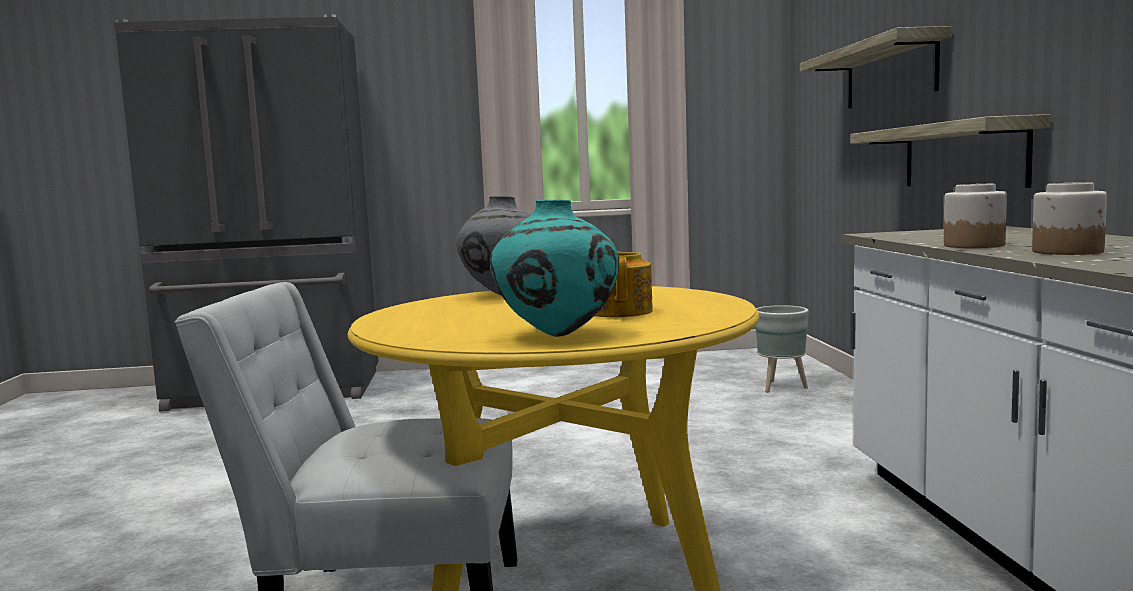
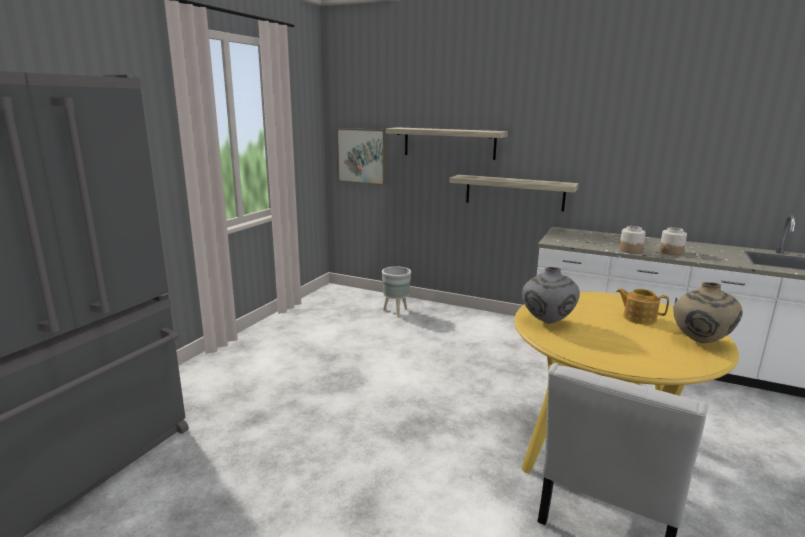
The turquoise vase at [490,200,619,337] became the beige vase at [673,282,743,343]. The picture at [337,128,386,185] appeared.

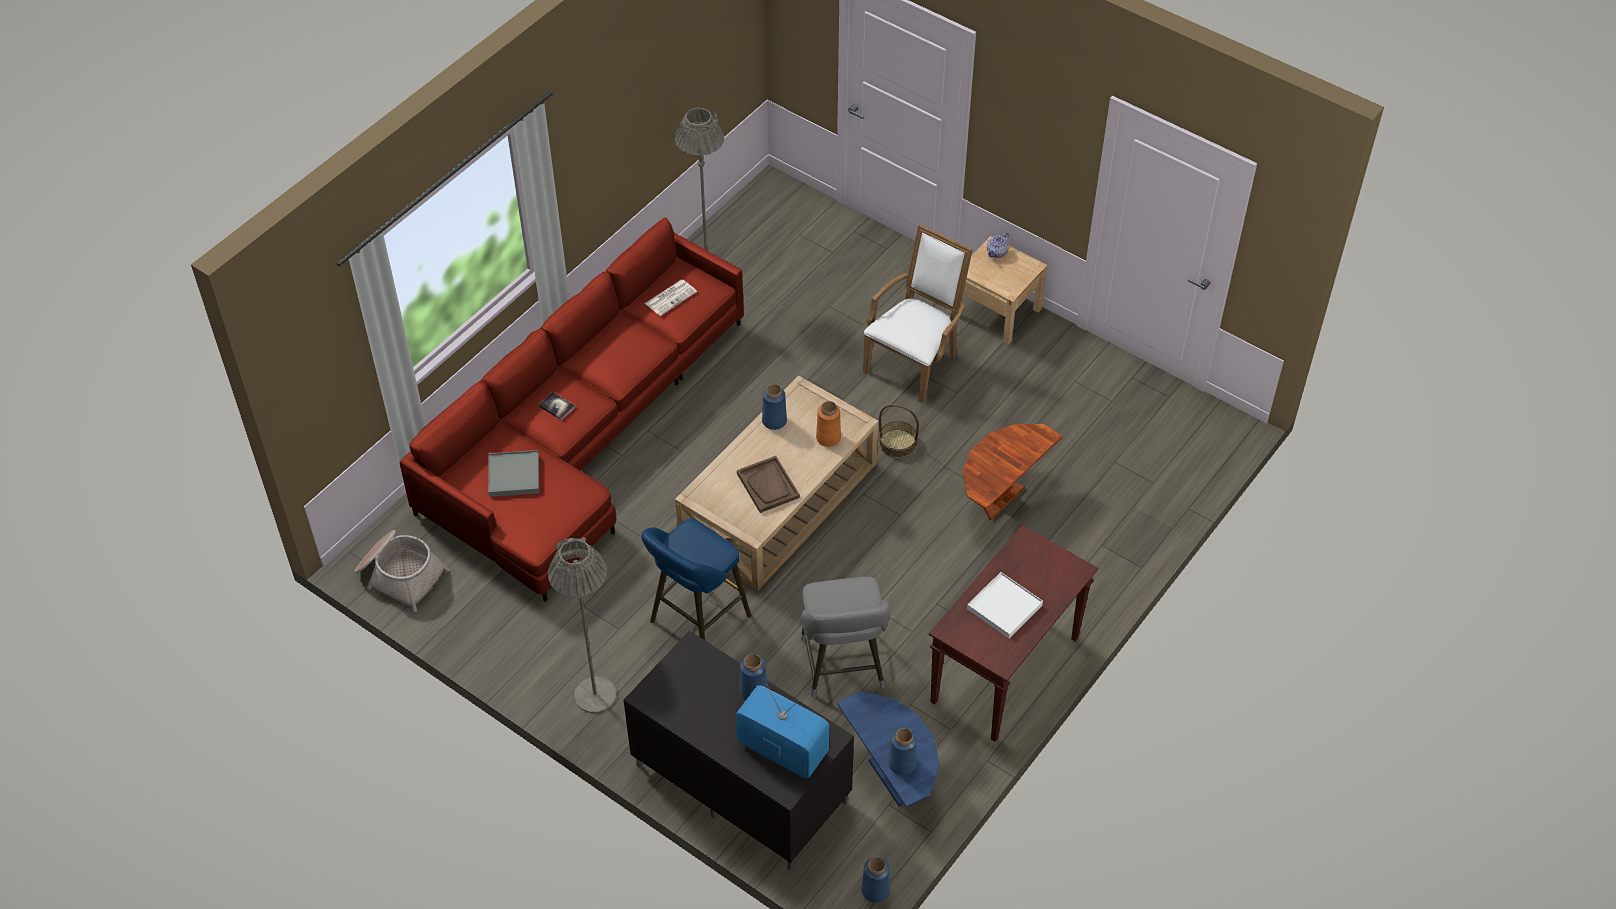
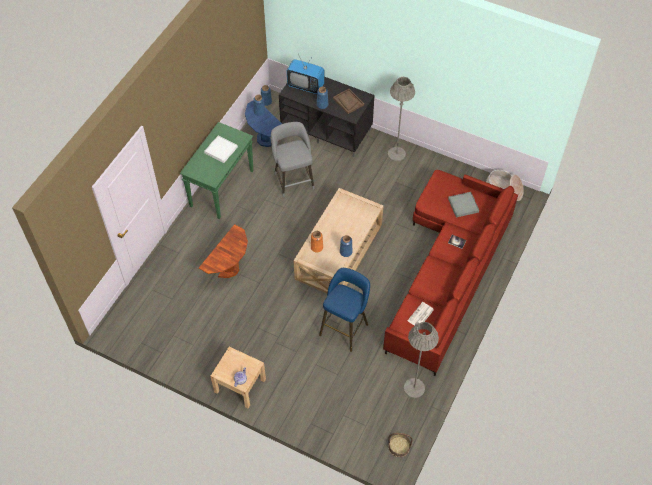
The white armchair at [863,224,973,403] disappeared. The basket moved from [879,404,919,458] to [388,433,413,457]. The brown tray moved from [737,456,800,513] to [333,89,364,114]. The blue stool moved from [641,518,751,640] to [319,268,370,352]. The brown console table at [929,525,1098,742] became the green console table at [180,122,253,219].

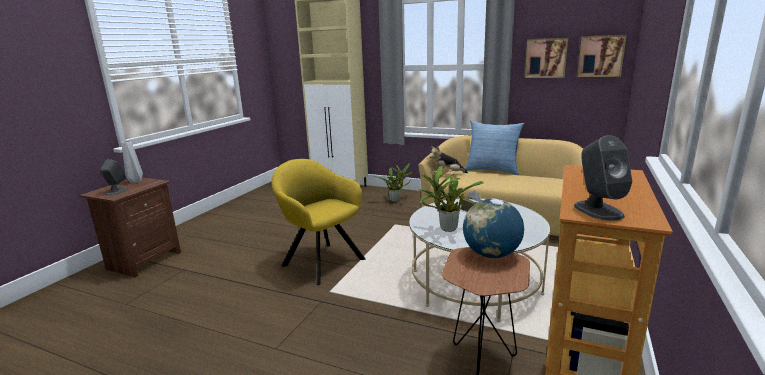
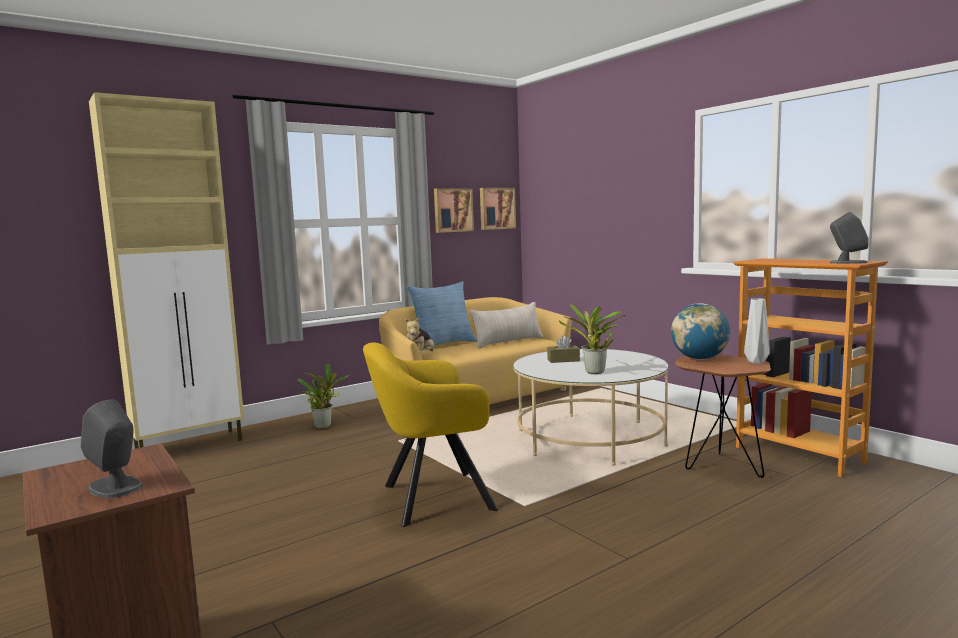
The grey vase moved from [121,141,143,183] to [744,298,770,364]. The beige pillow at [470,302,543,349] appeared.

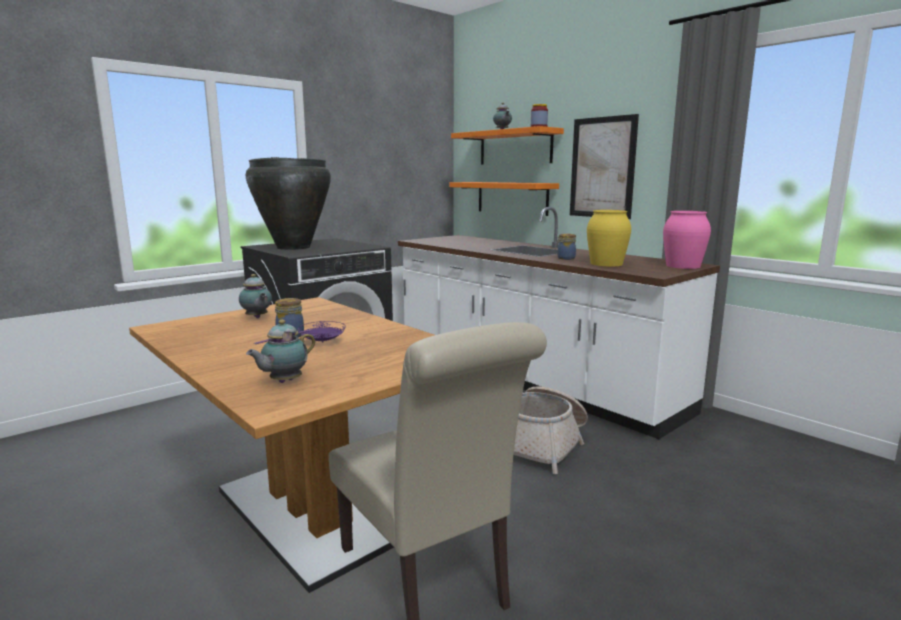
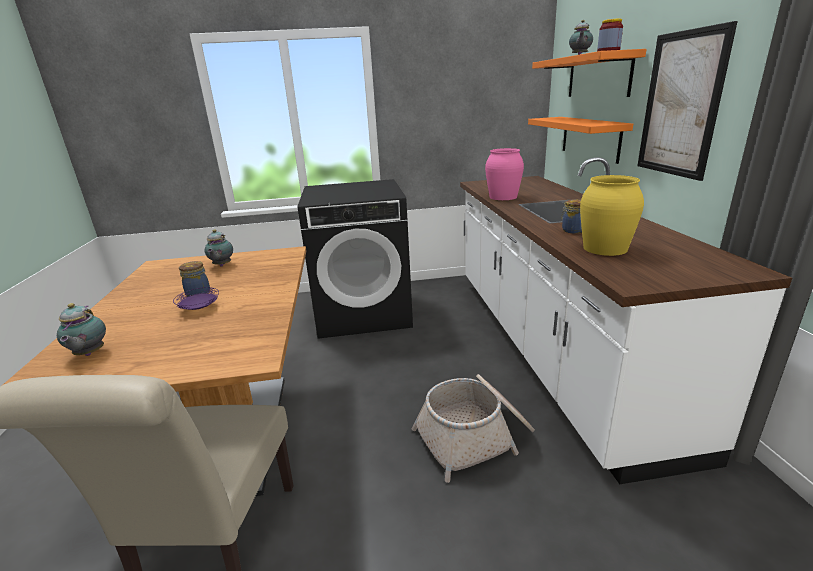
The black vase at [246,157,331,250] disappeared. The pink vase moved from [663,211,711,269] to [485,148,524,200]. The teapot at [246,320,315,383] turned 90 degrees counterclockwise.

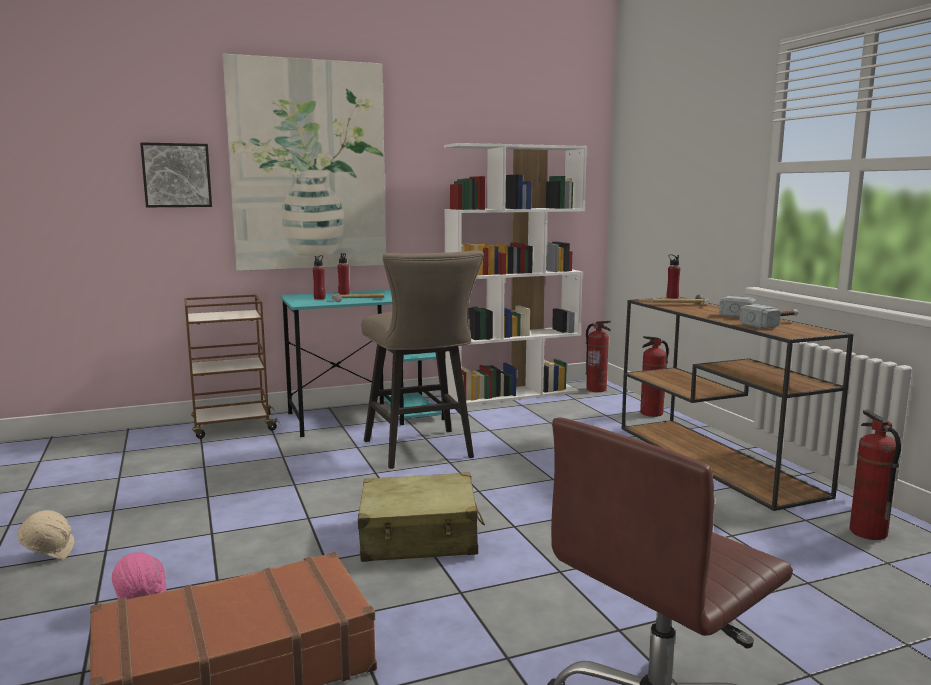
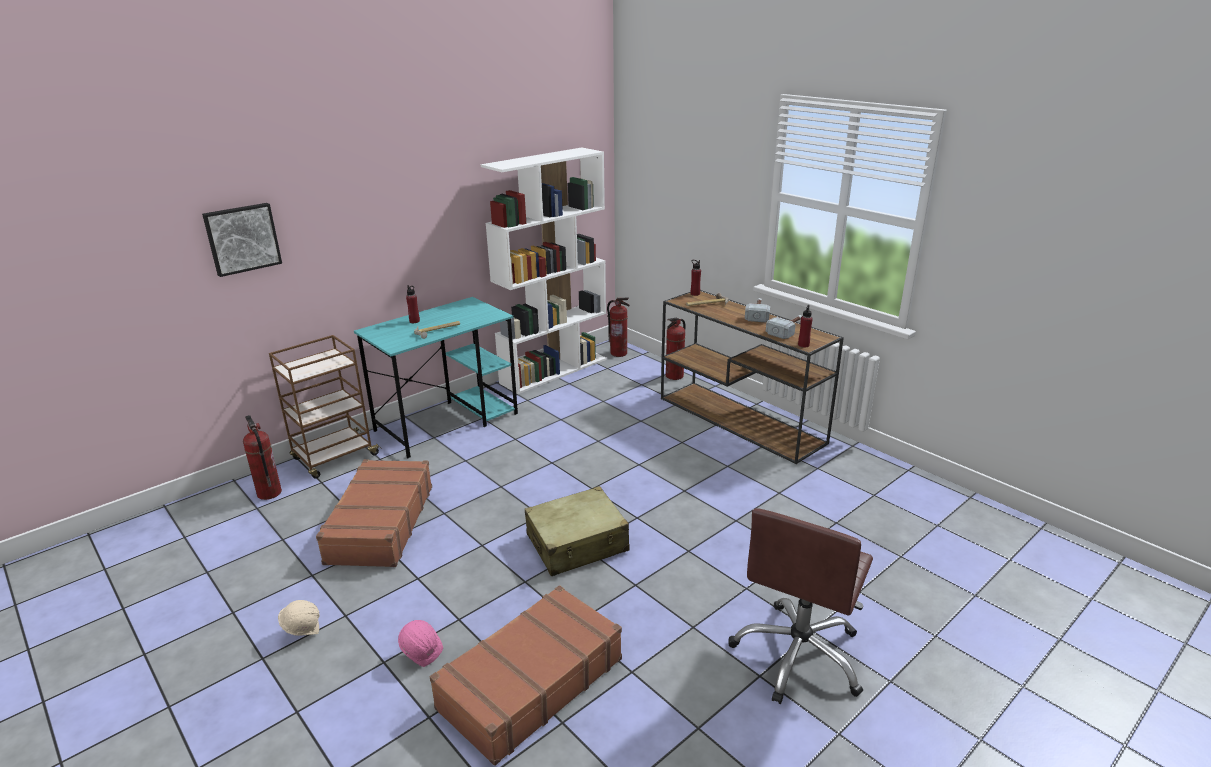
The picture at [222,54,386,271] disappeared. The beige stool at [361,250,484,469] disappeared. The red bottle moved from [313,255,326,299] to [798,305,813,348]. The fire extinguisher moved from [849,410,901,540] to [243,415,282,500]. The brown suitcase at [316,459,432,567] appeared.

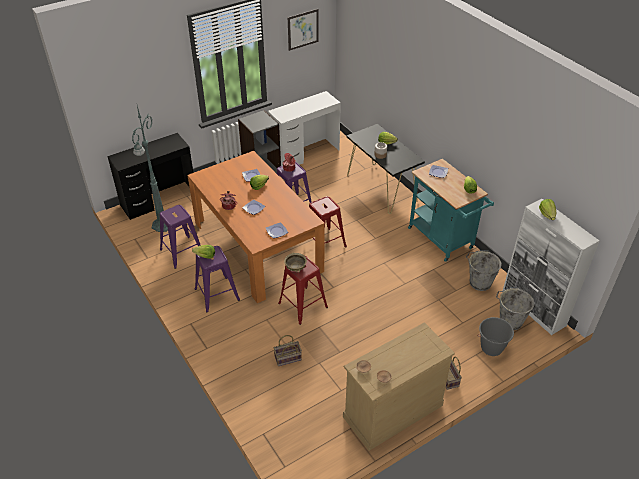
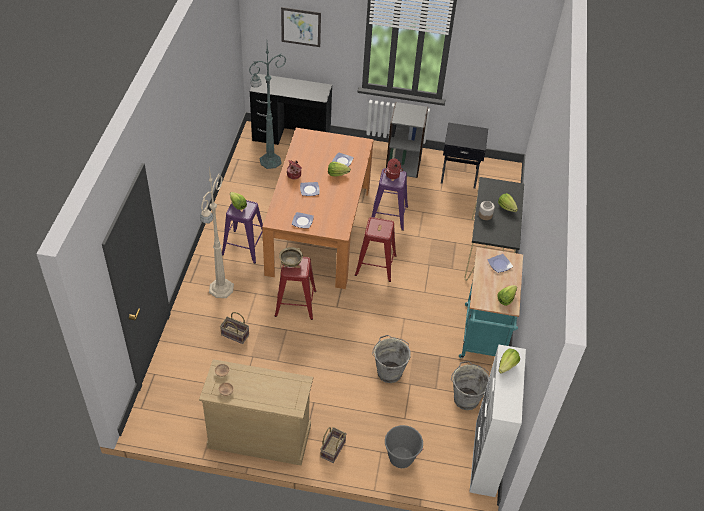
The picture moved from [288,9,318,51] to [281,7,321,47]. The white desk at [268,91,341,166] was replaced by the black nightstand at [441,123,488,189]. The purple stool at [160,205,201,269] disappeared. The grey bucket moved from [496,287,535,330] to [372,335,411,383]. The beige floor lamp at [200,167,234,298] appeared.

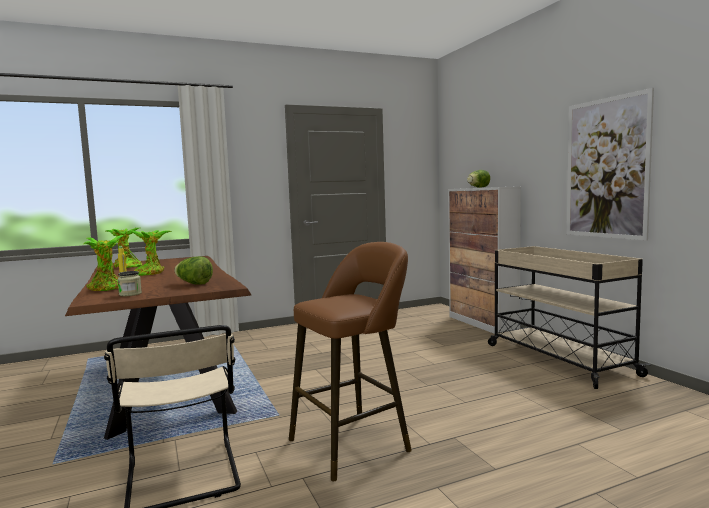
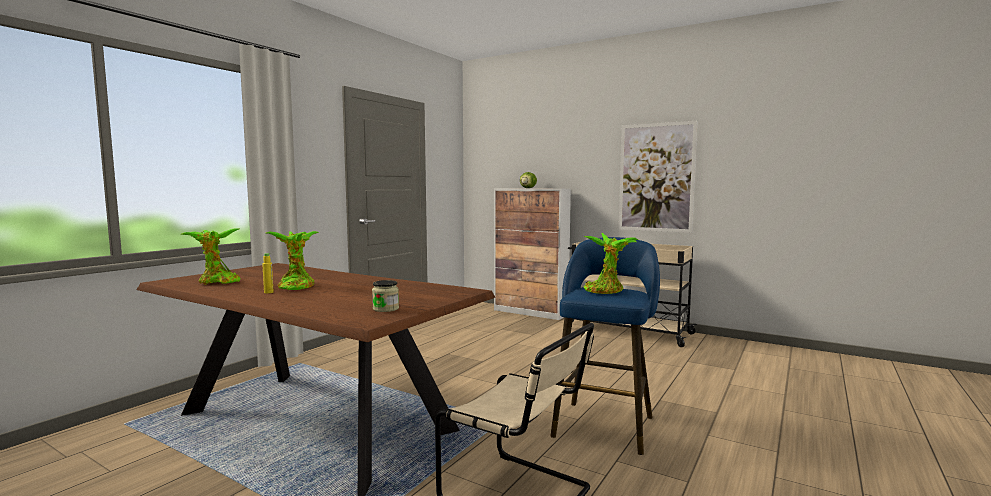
The potted plant moved from [84,235,124,291] to [584,233,638,294]. The brown stool at [289,242,412,481] became the blue stool at [551,237,660,455]. The lettuce at [174,256,213,285] disappeared.

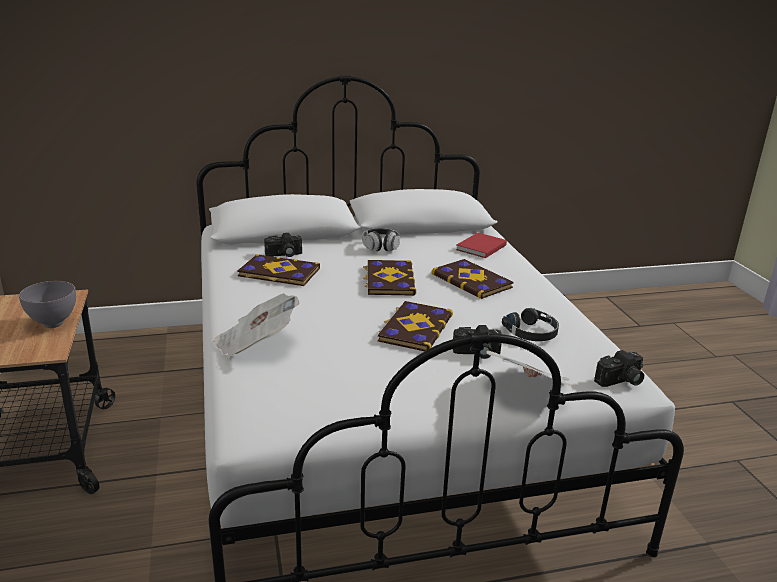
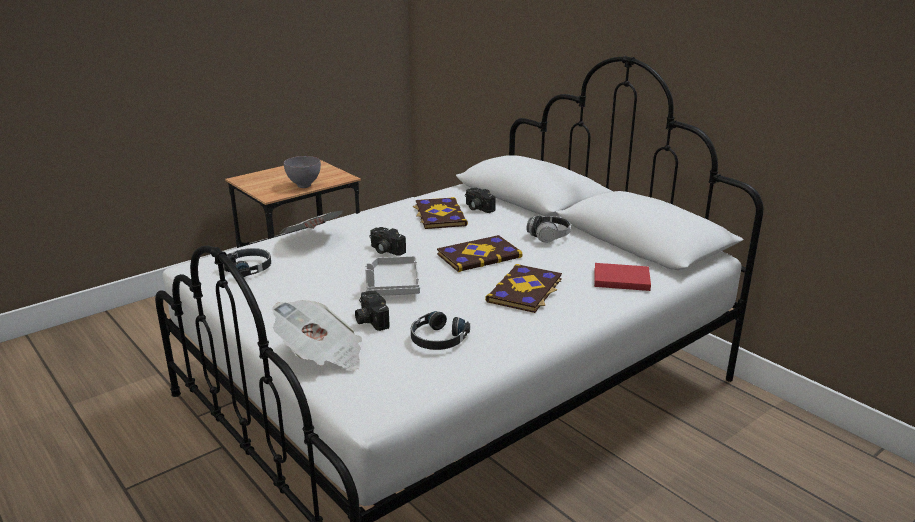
The book at [378,301,453,352] was replaced by the grey tray at [365,256,420,296]. The photo camera moved from [594,350,644,387] to [369,227,406,256]. The black headphones at [223,248,271,277] appeared.

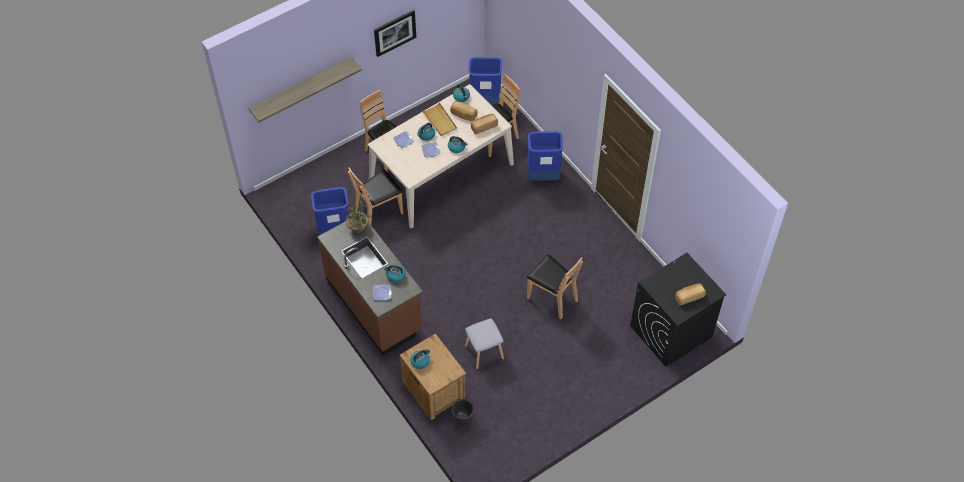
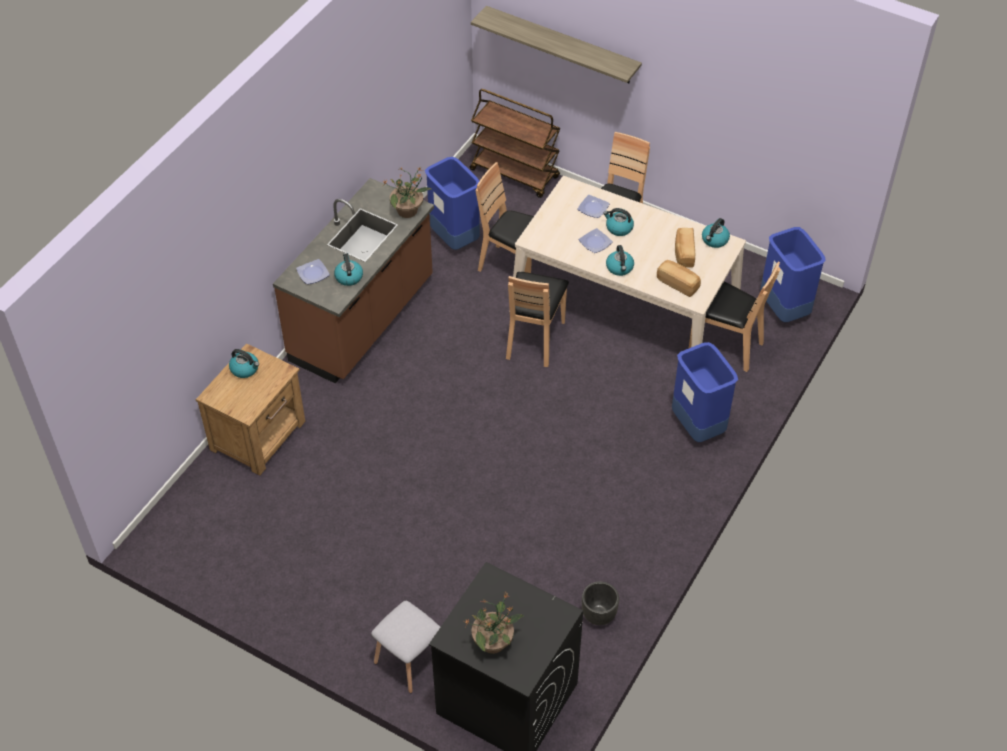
The picture at [374,10,416,57] disappeared. The beige tray at [421,102,457,136] disappeared. The brown chair moved from [527,254,583,319] to [506,272,569,367]. The bread at [675,283,706,305] was replaced by the potted plant at [464,593,523,654]. The grey stool moved from [465,319,504,369] to [371,601,440,693]. The black planter moved from [451,399,474,426] to [582,582,619,625]. The brown cart at [470,89,560,198] appeared.

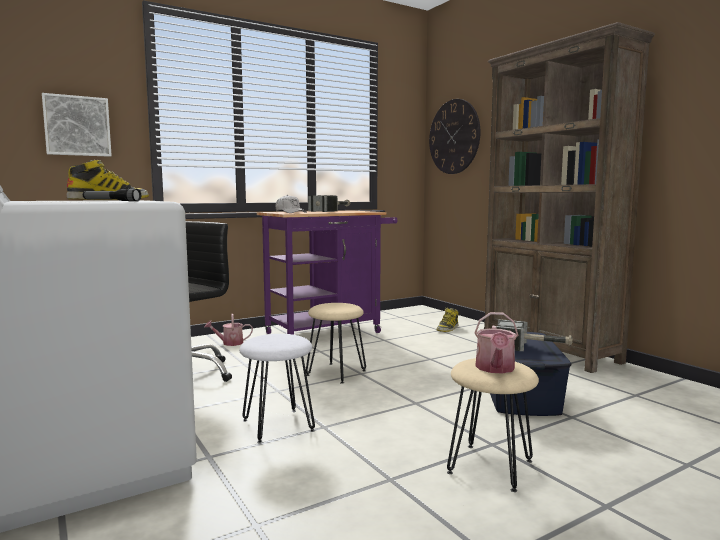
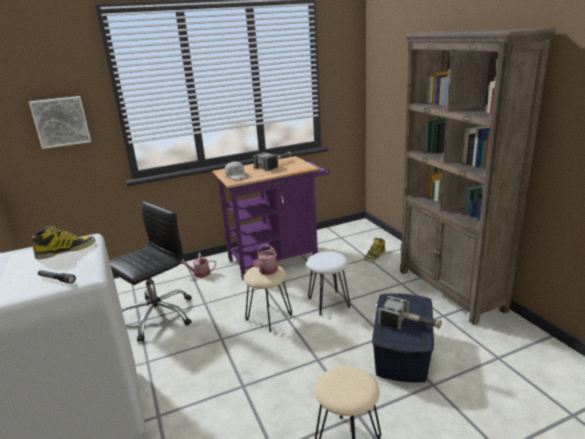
The wall clock at [429,99,481,174] disappeared. The watering can moved from [474,312,518,374] to [254,244,278,275]. The white stool moved from [239,334,315,443] to [307,251,350,315].

